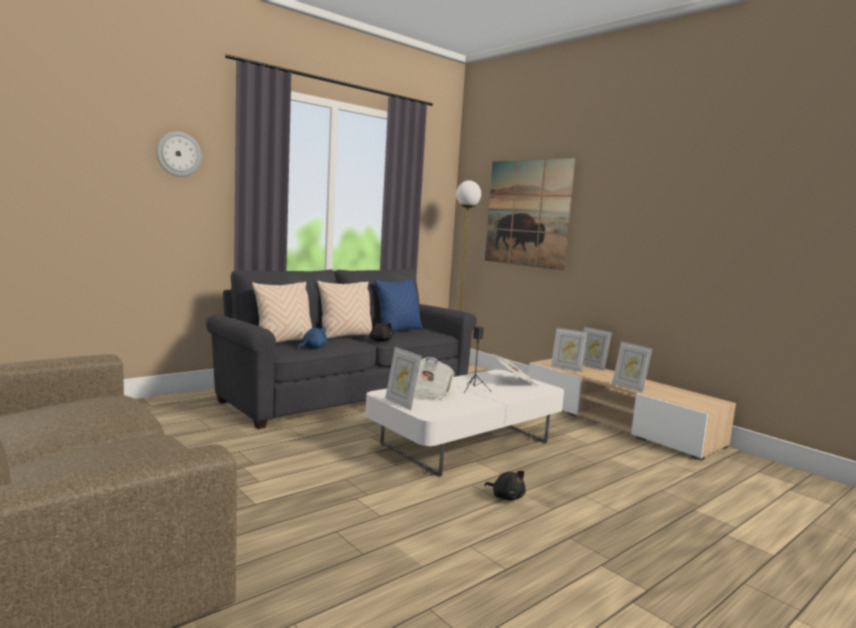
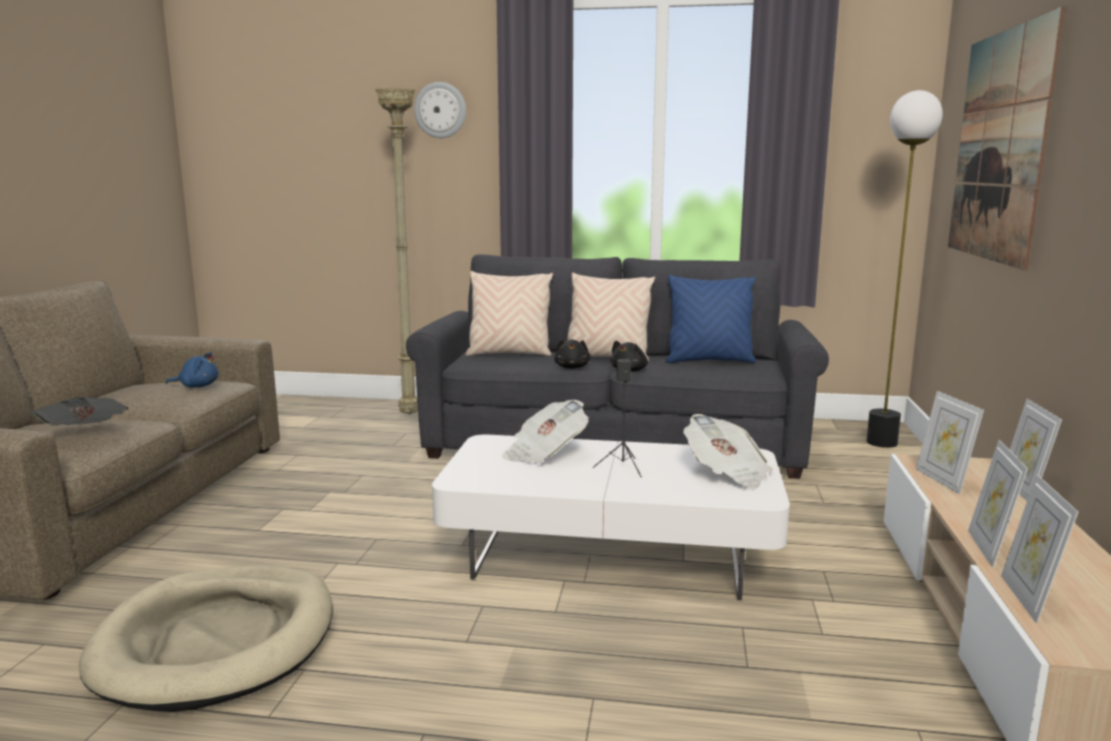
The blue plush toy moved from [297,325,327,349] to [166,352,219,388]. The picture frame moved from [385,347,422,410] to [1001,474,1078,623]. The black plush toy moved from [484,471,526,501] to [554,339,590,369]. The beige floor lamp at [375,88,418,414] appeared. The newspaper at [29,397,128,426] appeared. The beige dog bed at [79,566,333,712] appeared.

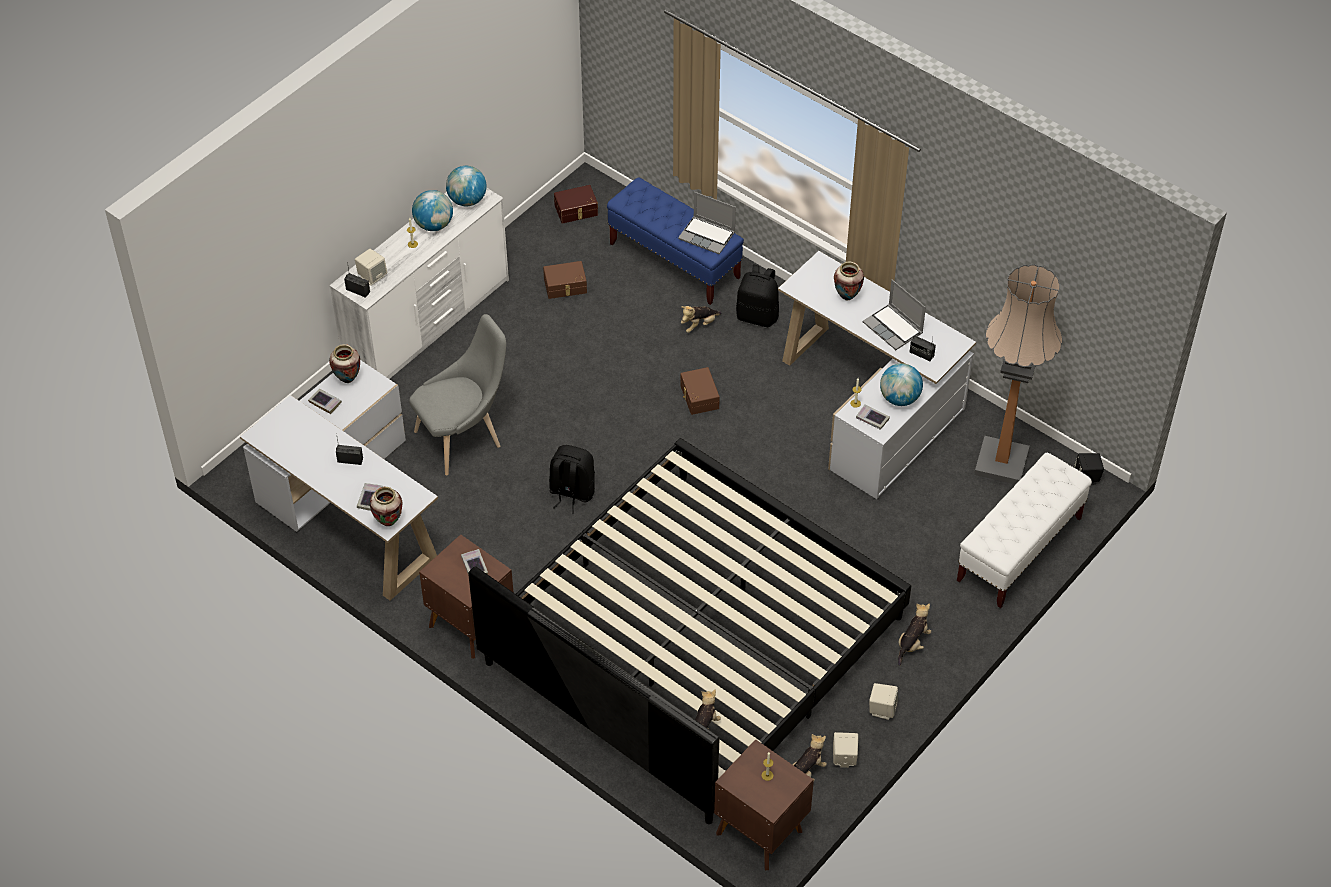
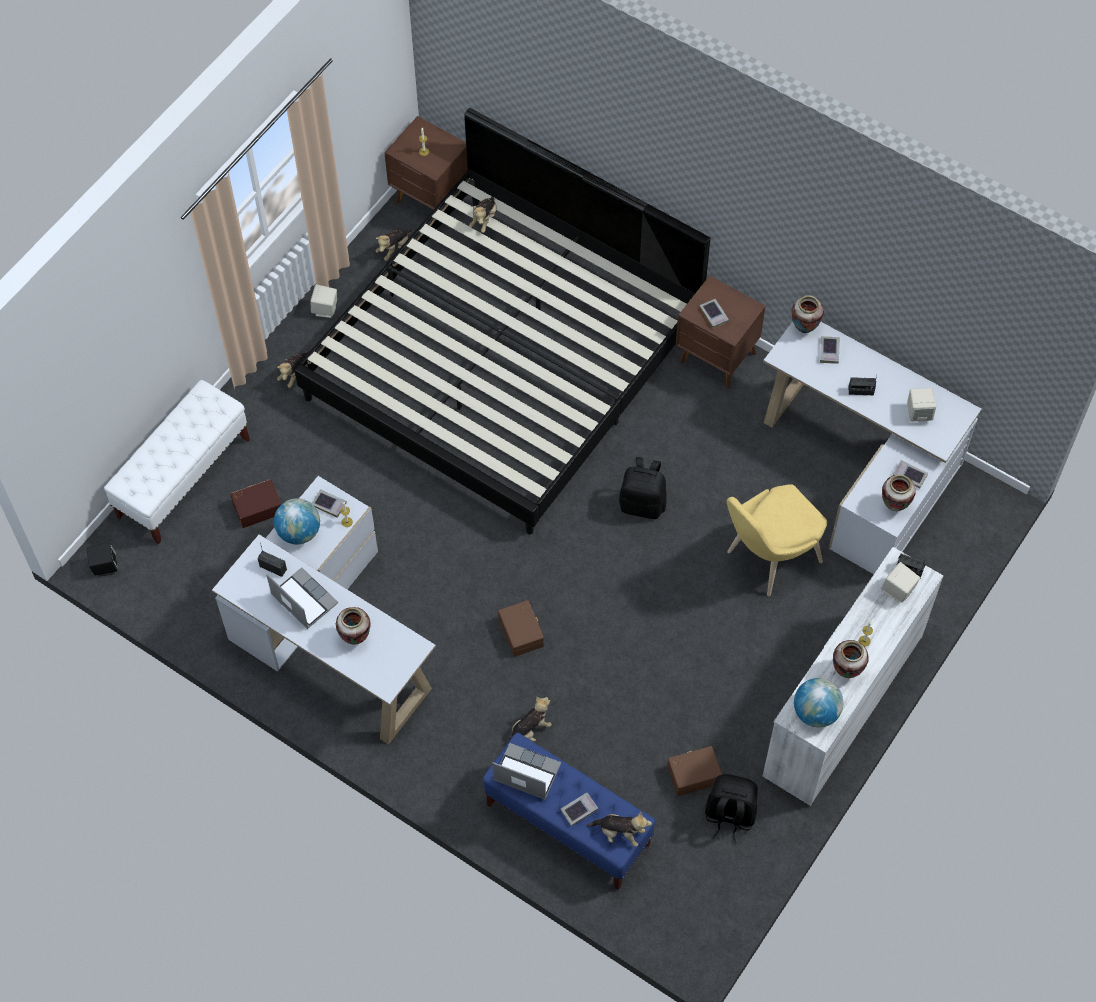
The brown storage box moved from [554,185,598,224] to [230,479,281,528]. The globe at [412,190,453,231] was replaced by the vase at [833,640,869,678]. The black backpack moved from [736,264,779,327] to [705,774,758,844]. The floor lamp at [974,264,1062,484] disappeared. The grey chair at [409,314,506,475] became the yellow chair at [727,484,827,596]. The beige speaker moved from [833,732,858,768] to [907,388,936,422]. The book at [560,793,598,826] appeared. The plush toy at [587,812,652,847] appeared.

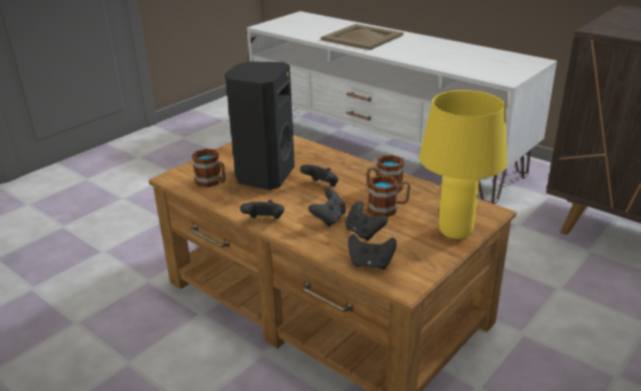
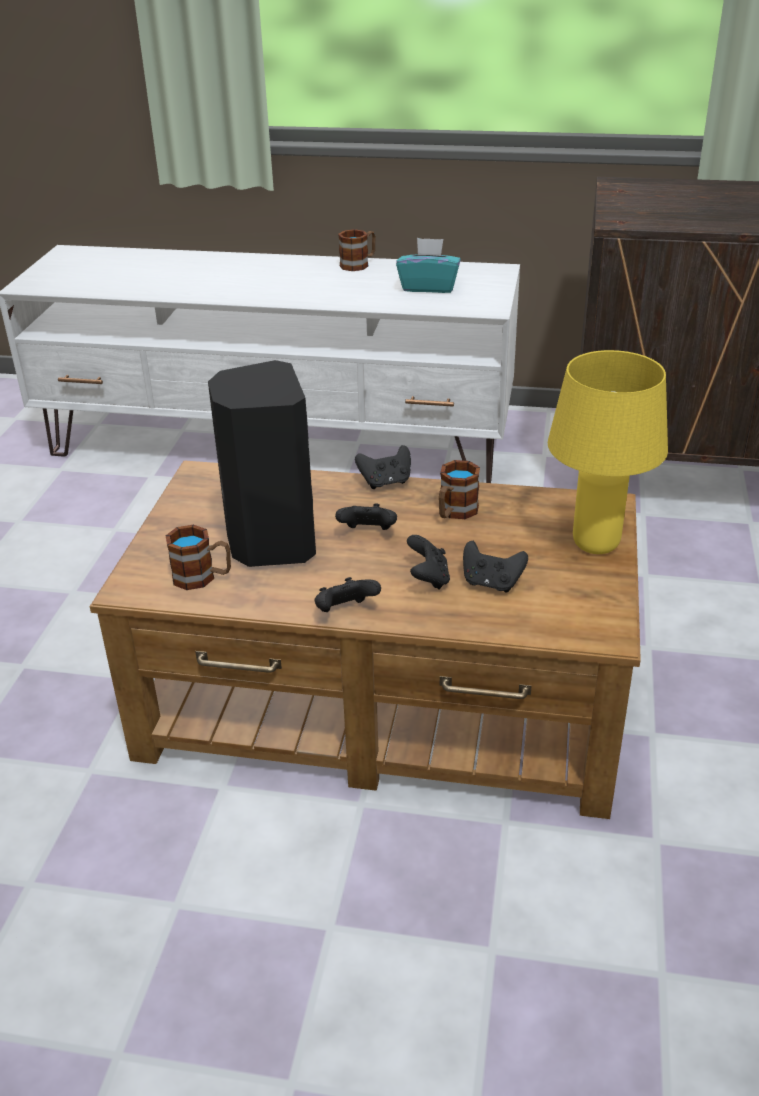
The beige tray at [321,24,403,50] disappeared. The mug moved from [368,175,410,217] to [338,229,376,271]. The black game controller moved from [348,234,397,269] to [355,445,411,489]. The turquoise tissue box at [396,238,461,293] appeared.

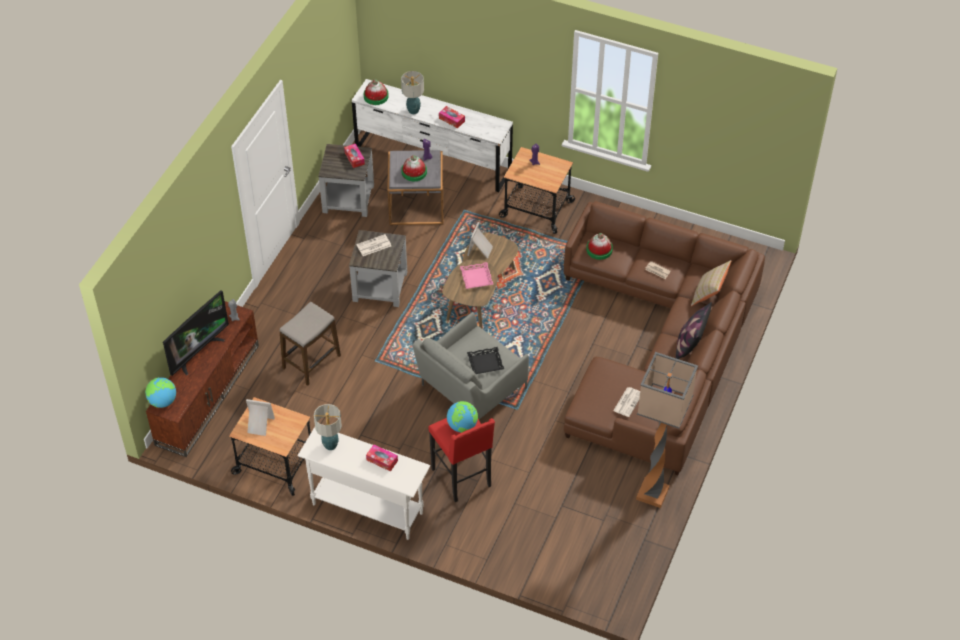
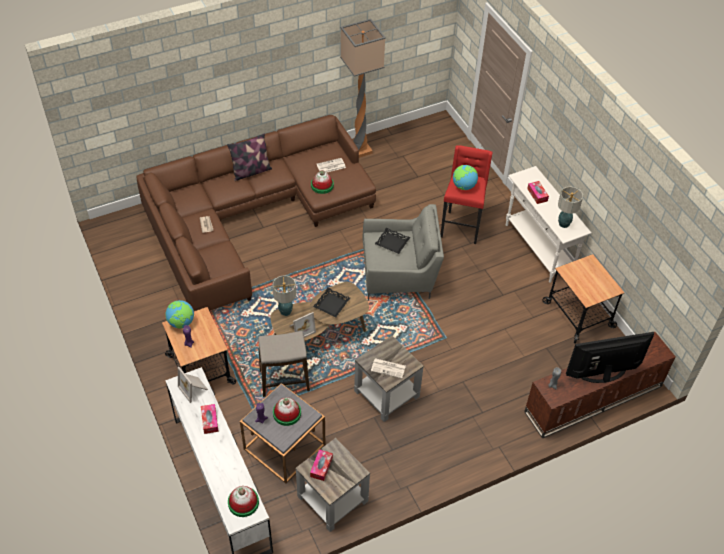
The table lamp moved from [401,71,424,114] to [272,275,296,316]. The hat moved from [586,233,613,260] to [311,170,334,194]. The beige pillow at [691,260,731,306] disappeared. The pink tray at [460,262,494,289] became the black tray at [313,288,350,317]. The stool moved from [280,302,341,386] to [258,331,310,397]. The globe moved from [145,377,176,408] to [165,300,194,329]. The picture frame moved from [246,399,275,436] to [178,367,208,403].

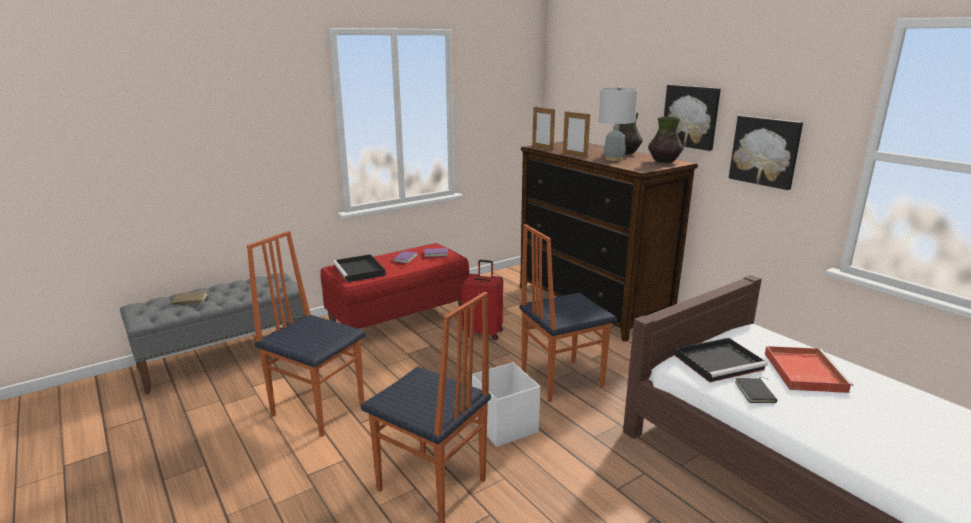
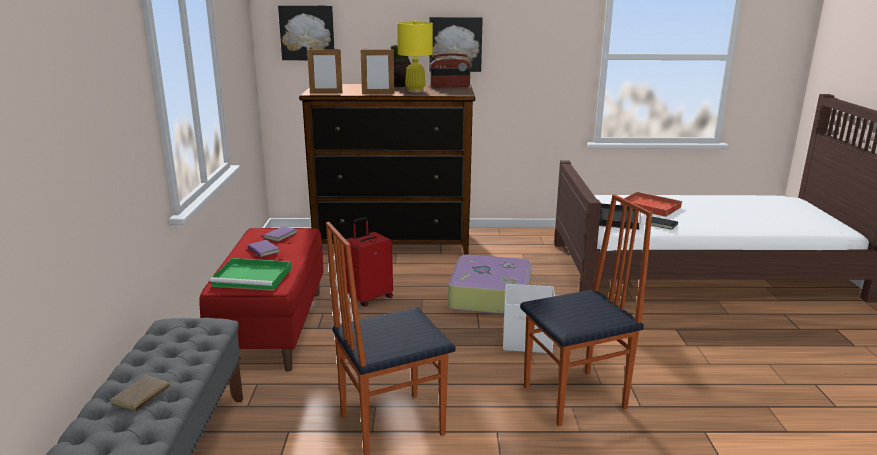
The grey table lamp at [598,86,638,161] became the yellow table lamp at [397,20,433,93]. The picture moved from [729,116,803,190] to [278,5,334,60]. The vase at [648,117,684,163] was replaced by the radio at [429,53,472,87]. The chair at [520,224,617,402] was replaced by the suitcase at [448,255,532,315]. The black tray at [333,254,386,282] became the green tray at [210,258,291,291].

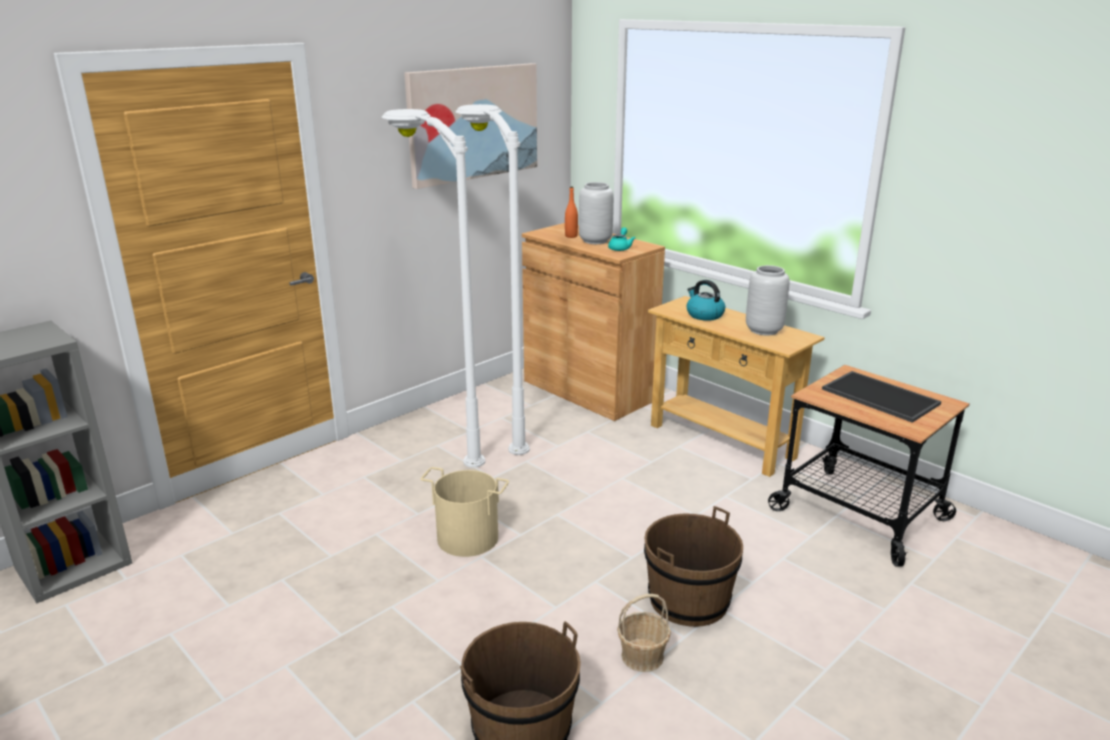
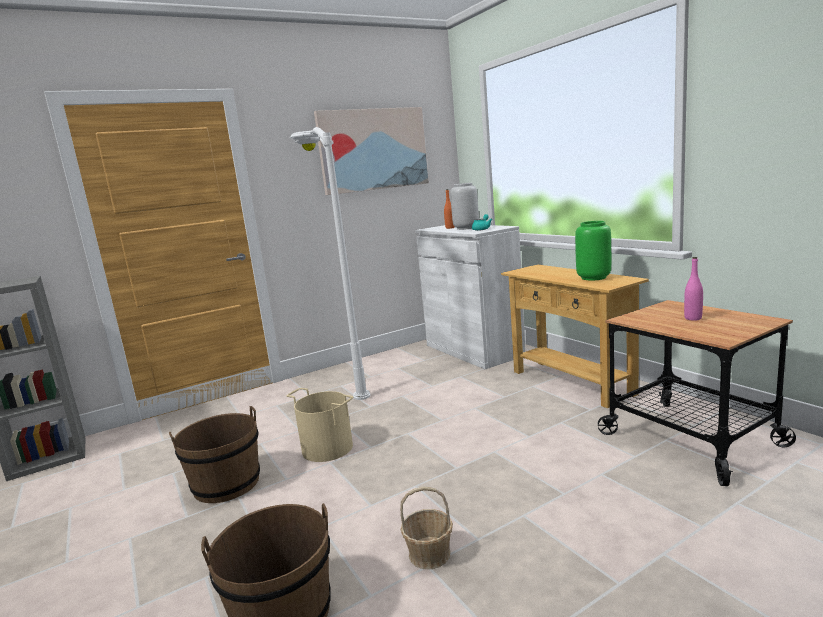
The white floor lamp at [455,104,530,455] disappeared. The brown cabinet at [522,223,665,421] became the white cabinet at [416,225,526,369]. The grey vase at [746,265,790,336] became the green vase at [575,221,611,281]. The kettle at [687,280,725,321] disappeared. The tray at [822,371,941,423] was replaced by the pink bottle at [684,257,703,321]. The brown bucket moved from [644,506,743,627] to [169,406,260,503].

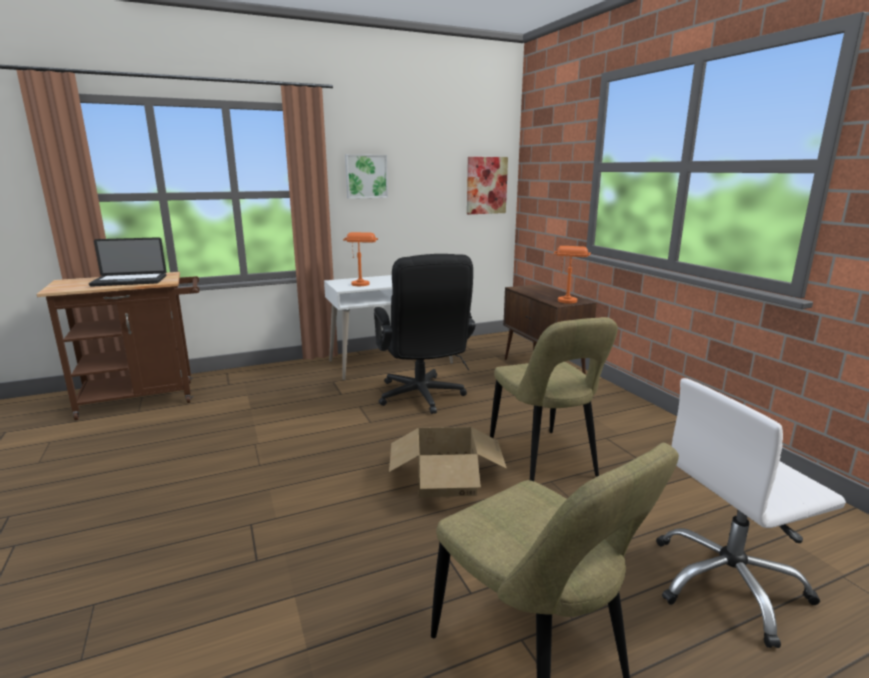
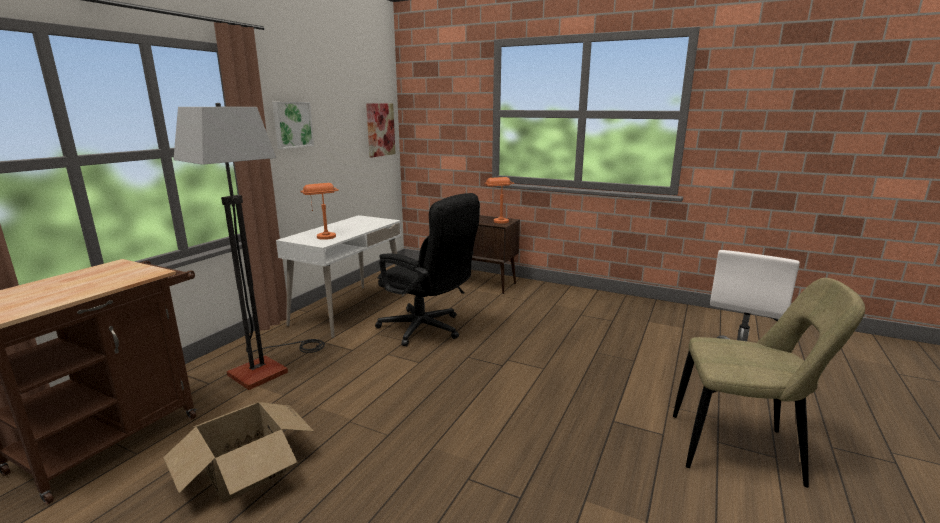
The laptop at [89,237,167,287] disappeared. The beige chair at [490,317,618,481] disappeared. The cardboard box moved from [389,427,507,497] to [163,402,314,503]. The floor lamp at [173,103,325,390] appeared.

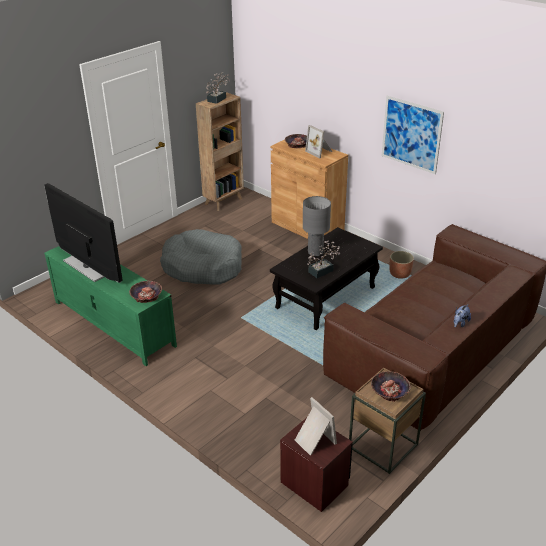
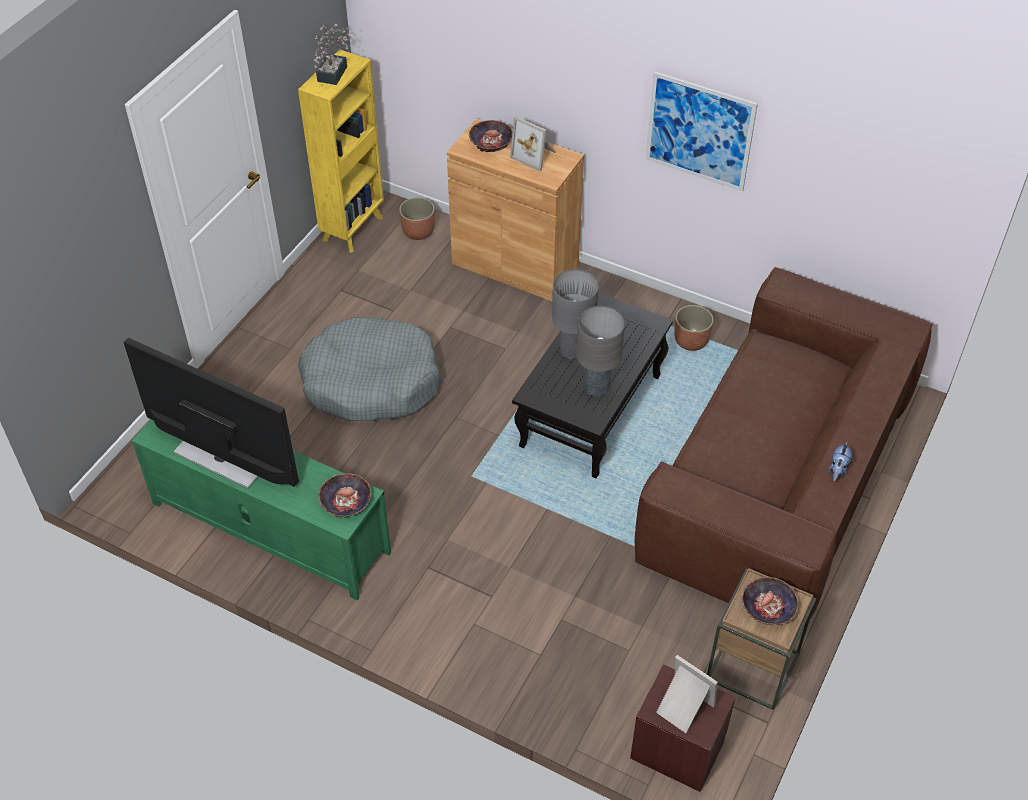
The brown bookcase at [196,92,244,211] became the yellow bookcase at [298,49,384,253]. The potted plant at [307,241,341,278] was replaced by the grey table lamp at [576,306,625,397]. The planter at [399,197,435,240] appeared.

